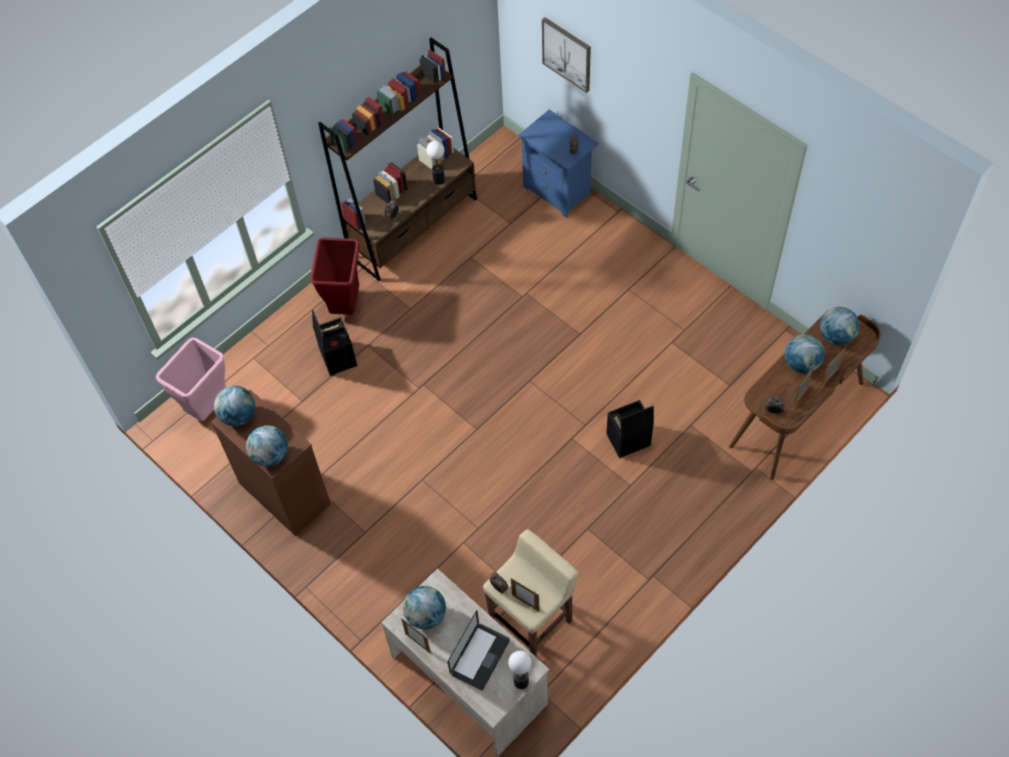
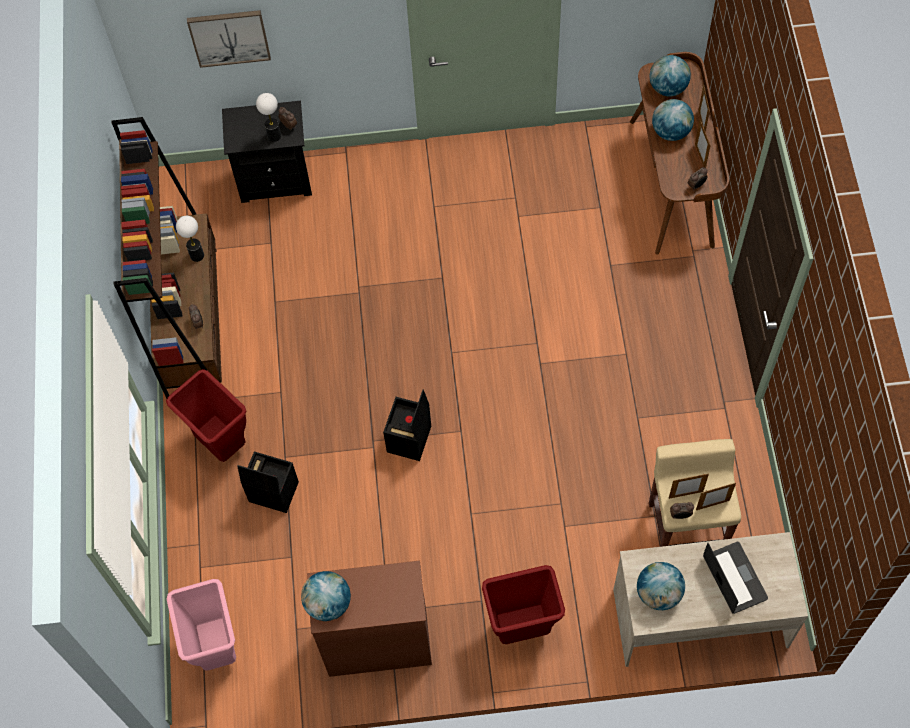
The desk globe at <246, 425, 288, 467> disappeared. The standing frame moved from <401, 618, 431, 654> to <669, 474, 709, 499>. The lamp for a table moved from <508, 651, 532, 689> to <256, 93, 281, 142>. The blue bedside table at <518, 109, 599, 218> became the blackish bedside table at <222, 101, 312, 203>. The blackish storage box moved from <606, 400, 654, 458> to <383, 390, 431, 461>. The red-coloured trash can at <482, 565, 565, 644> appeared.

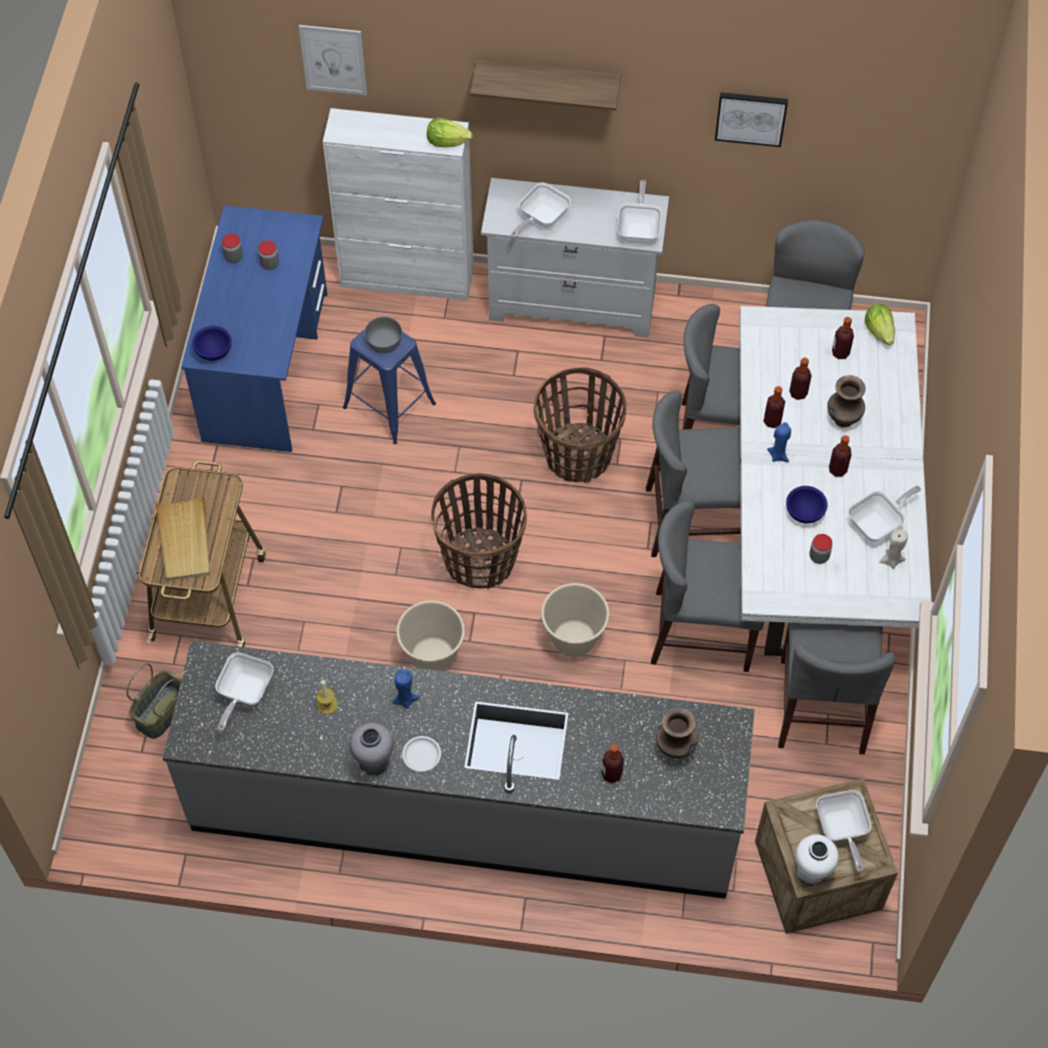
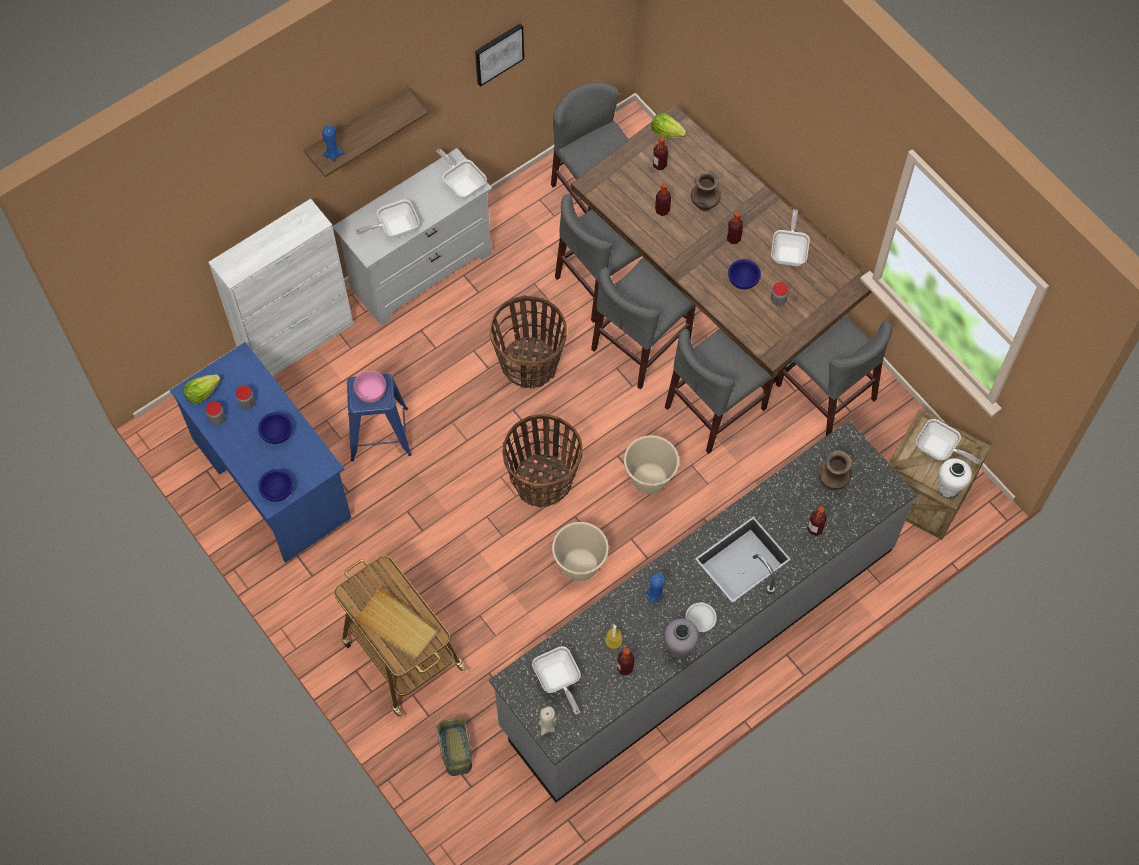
The picture at <299, 25, 367, 95> disappeared. The grey bowl at <365, 317, 402, 353> became the pinkish bowl at <354, 371, 386, 403>. The head of lettuce moved from <427, 118, 473, 147> to <183, 374, 221, 404>. The pan at <511, 182, 571, 238> turned 75 degrees clockwise. The white kitchen table at <739, 306, 932, 656> became the brownish kitchen table at <571, 104, 872, 390>. The drink bottle moved from <763, 386, 785, 428> to <617, 648, 635, 676>. The blue wax candle moved from <767, 422, 791, 462> to <322, 125, 344, 161>. The beige wax candle moved from <879, 529, 908, 569> to <538, 706, 557, 736>. The blue bowl at <258, 412, 292, 444> appeared.

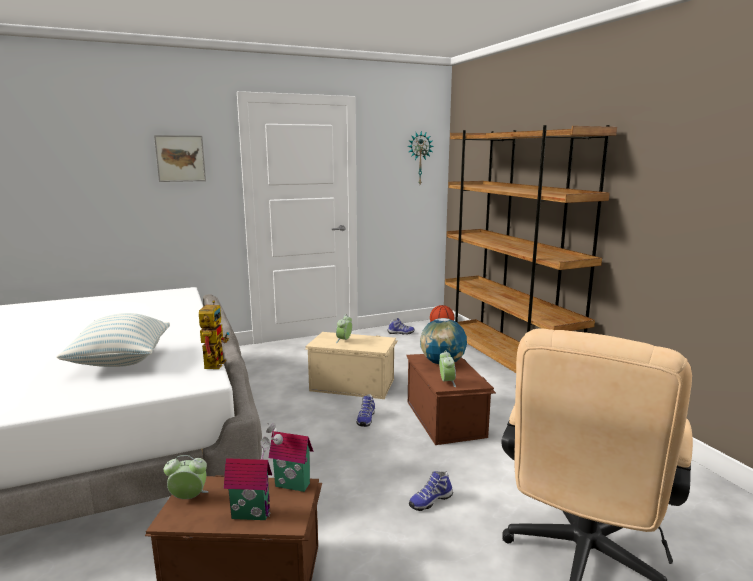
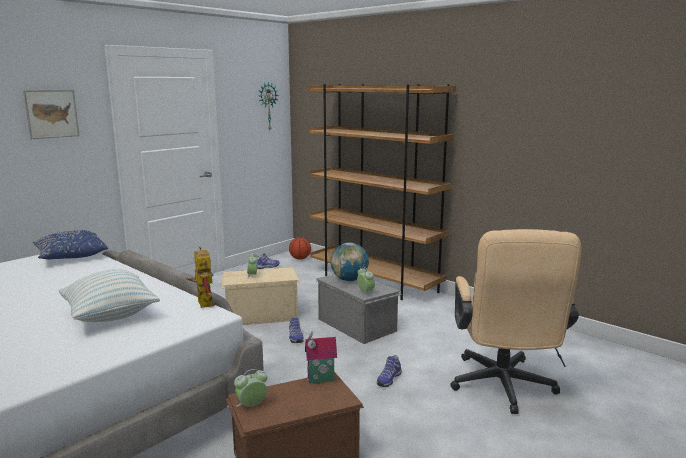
The miniature house at <224, 437, 272, 520> disappeared. The brownish storage box at <406, 354, 496, 445> became the grey storage box at <316, 274, 402, 344>. The blue pillow at <33, 230, 109, 260> appeared.

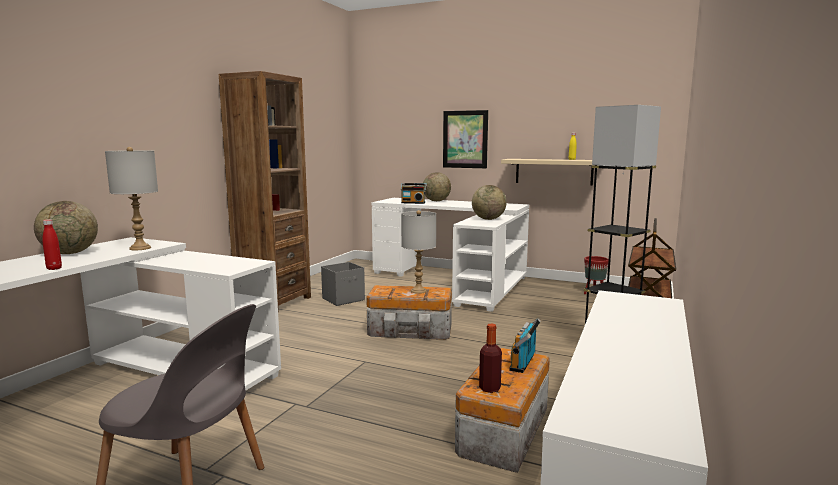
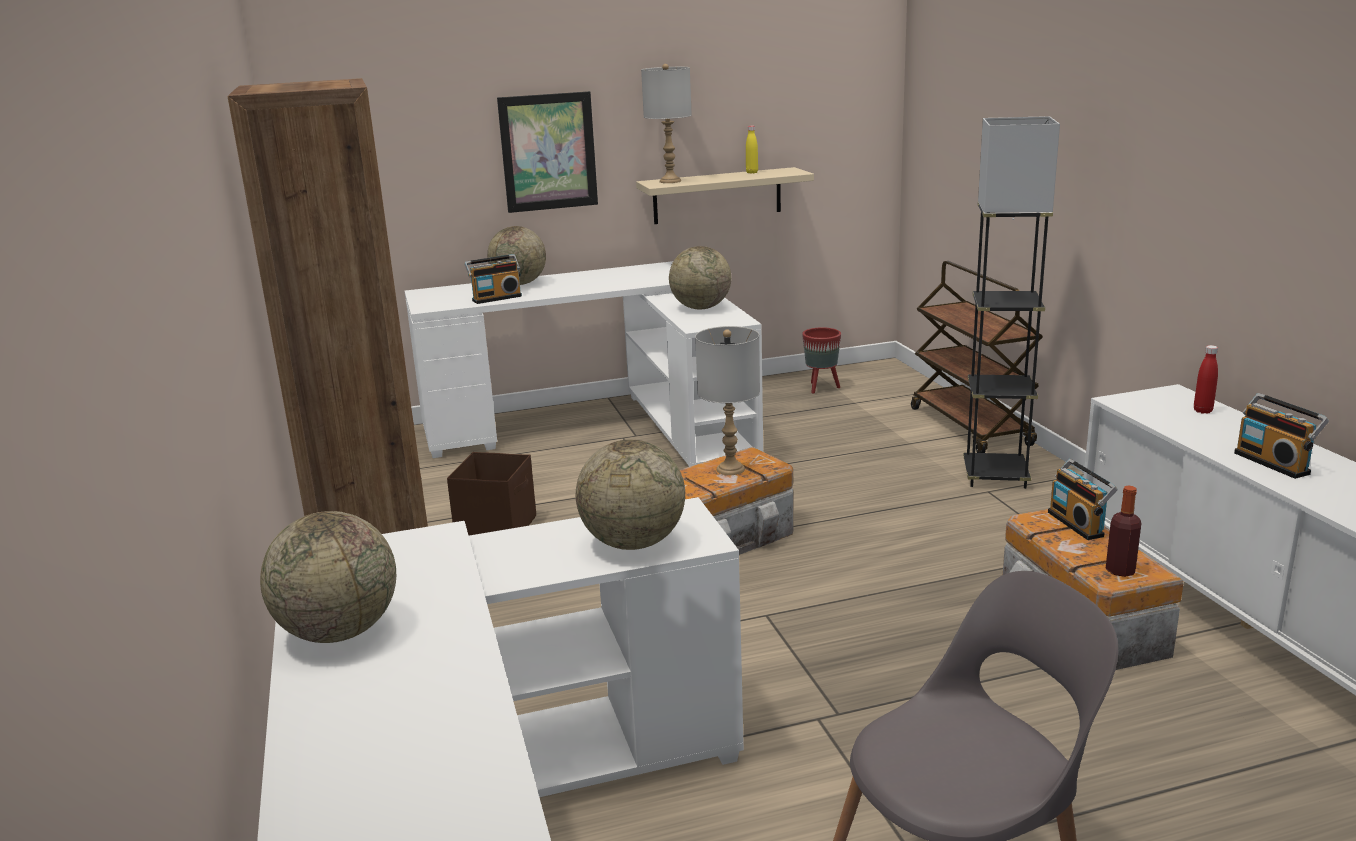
The red-coloured drink bottle moved from <43, 219, 62, 270> to <1194, 345, 1218, 414>. The grey lamp for a table moved from <105, 147, 158, 250> to <641, 64, 692, 183>. The grey storage box at <321, 262, 365, 306> became the brownish storage box at <447, 452, 536, 536>. The desk globe at <576, 440, 685, 550> appeared. The radio receiver at <1234, 393, 1329, 479> appeared.

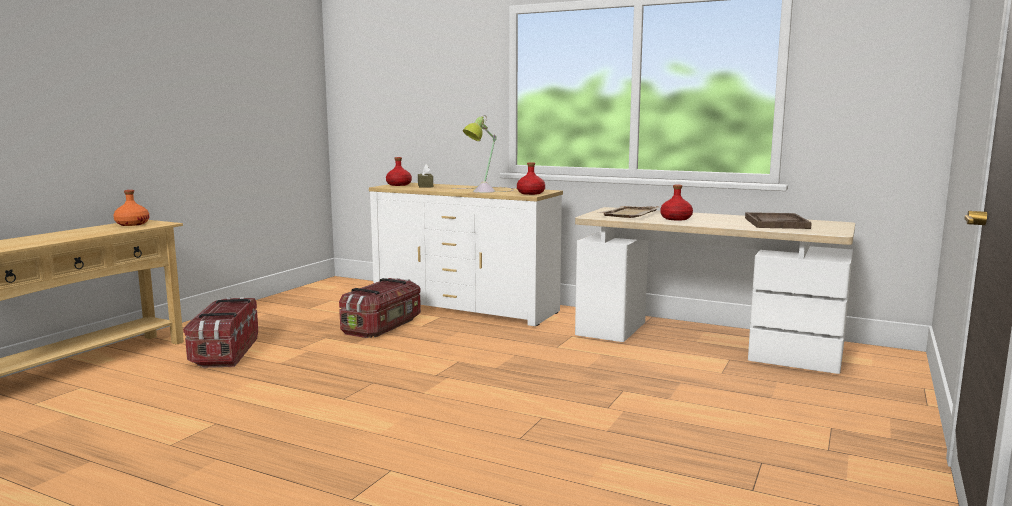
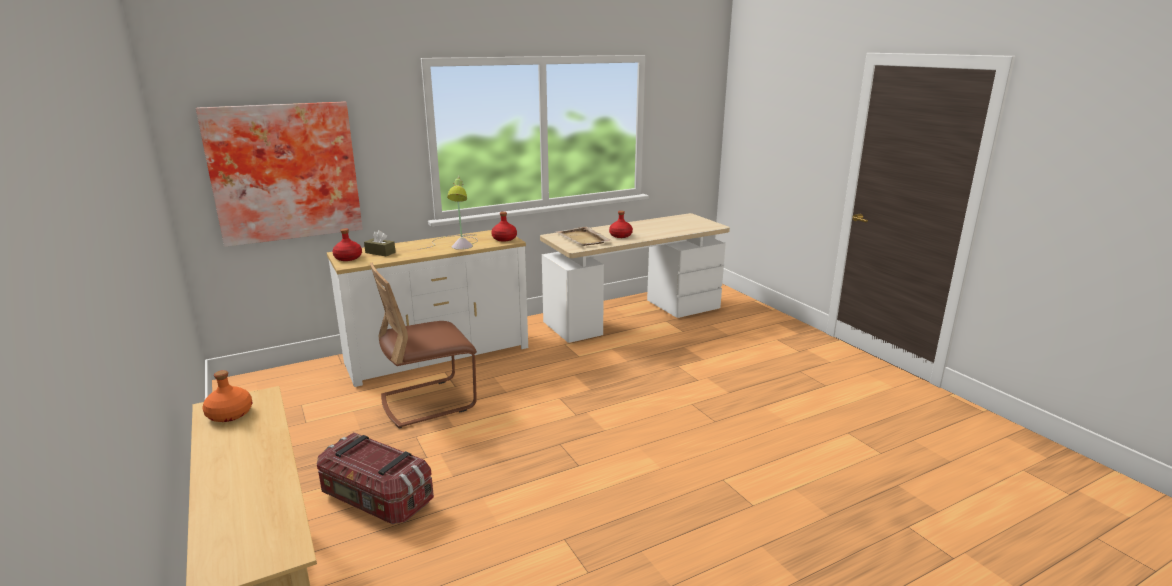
The storage box at <339, 278, 421, 338> was replaced by the brownish upright chair at <370, 263, 477, 428>. The brownish carrying tray at <745, 212, 812, 229> disappeared. The picture at <196, 101, 363, 247> appeared.

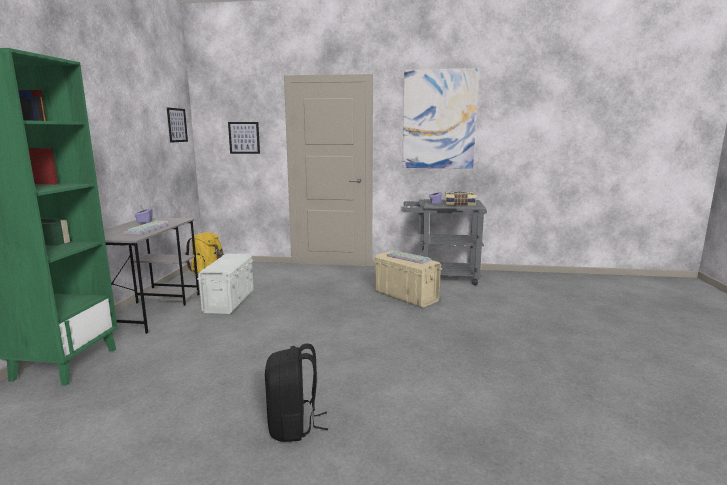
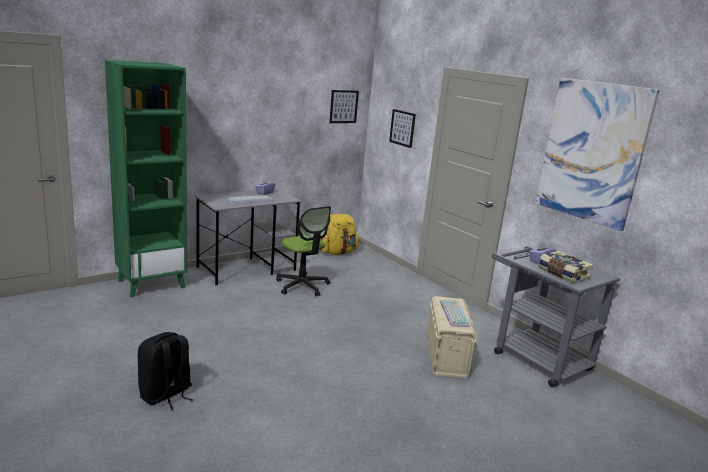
The white storage box at <197, 254, 254, 314> was replaced by the computer chair at <276, 206, 331, 296>.

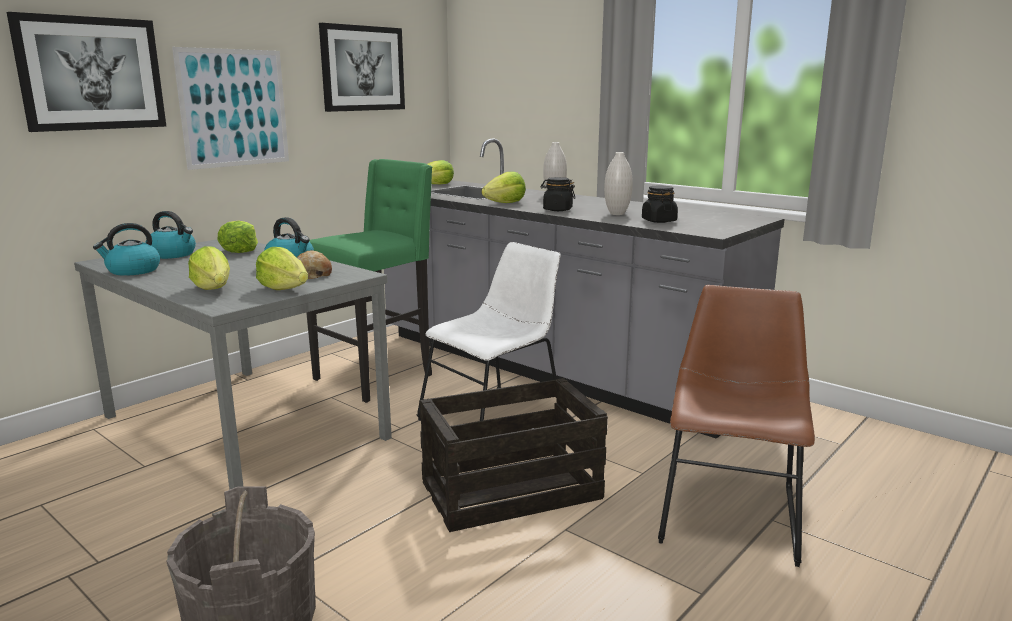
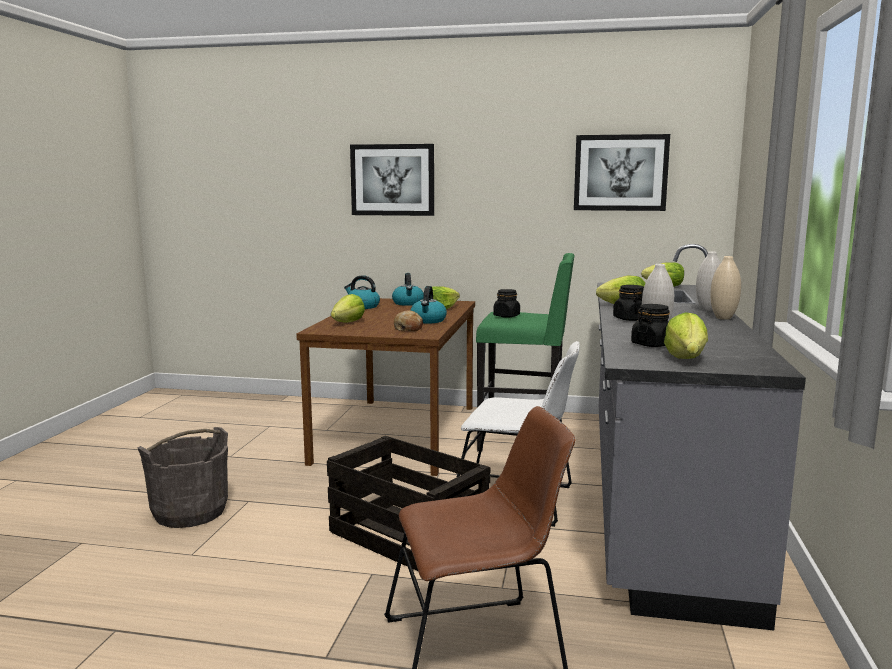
The grey kitchen table at <74, 240, 392, 490> became the brownish kitchen table at <296, 298, 475, 476>. The picture at <172, 47, 289, 170> disappeared. The head of lettuce moved from <256, 247, 308, 290> to <664, 312, 708, 359>. The blackish jar at <493, 289, 520, 318> appeared. The beige vase at <710, 256, 741, 320> appeared.

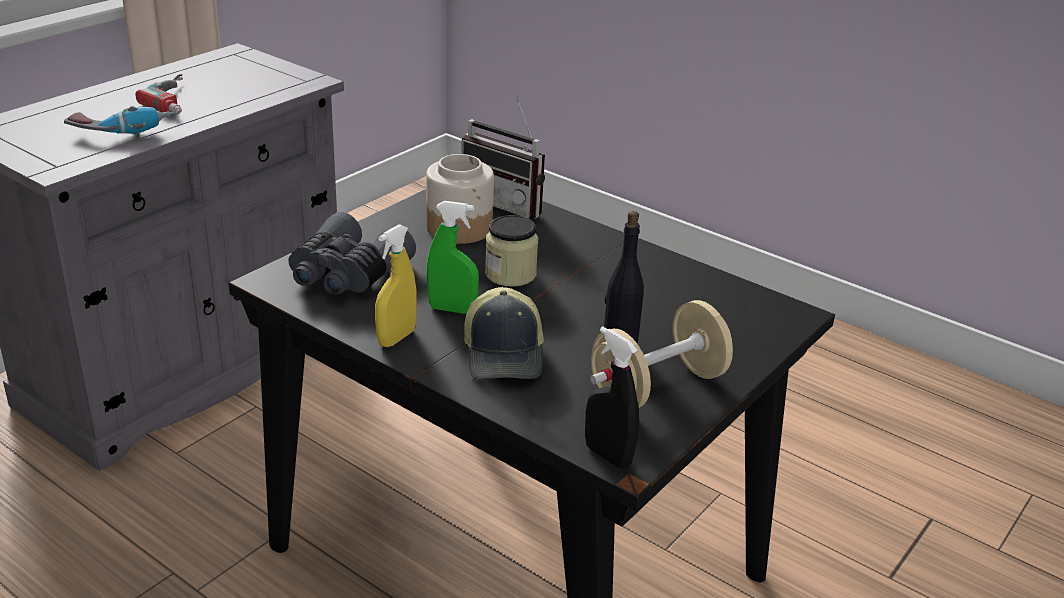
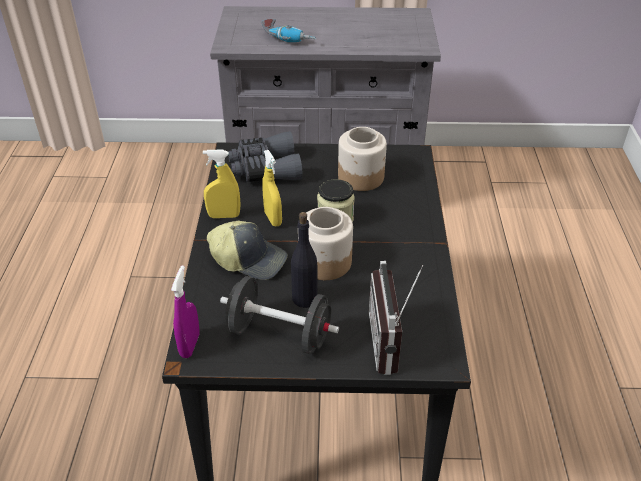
The power drill at <135, 74, 183, 113> disappeared. The green spray bottle at <426, 201, 479, 314> became the yellowish spray bottle at <262, 150, 282, 226>. The radio receiver moved from <462, 97, 545, 220> to <369, 261, 423, 375>. The peaked cap at <464, 287, 544, 380> turned 120 degrees counterclockwise. The blackish spray bottle at <585, 326, 639, 468> became the purple spray bottle at <171, 265, 200, 358>. The beige free weight at <590, 300, 733, 408> became the blackish free weight at <220, 276, 339, 354>. The jar at <306, 207, 353, 280> appeared.

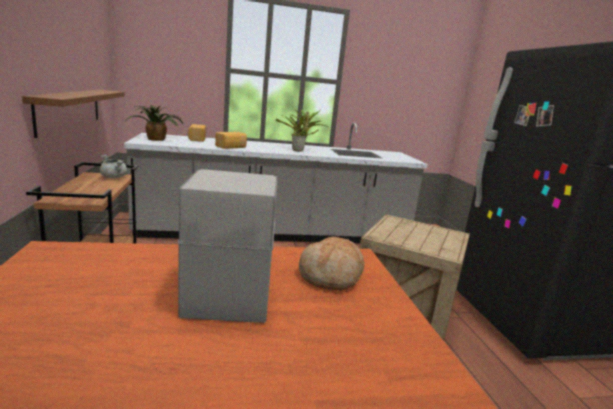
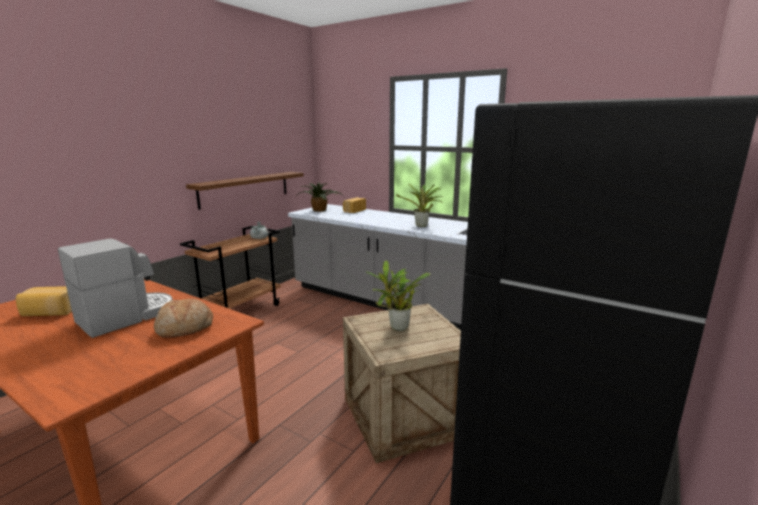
The baked bread moved from <215, 132, 247, 149> to <16, 286, 72, 316>. The houseplant at <366, 261, 431, 331> appeared.

